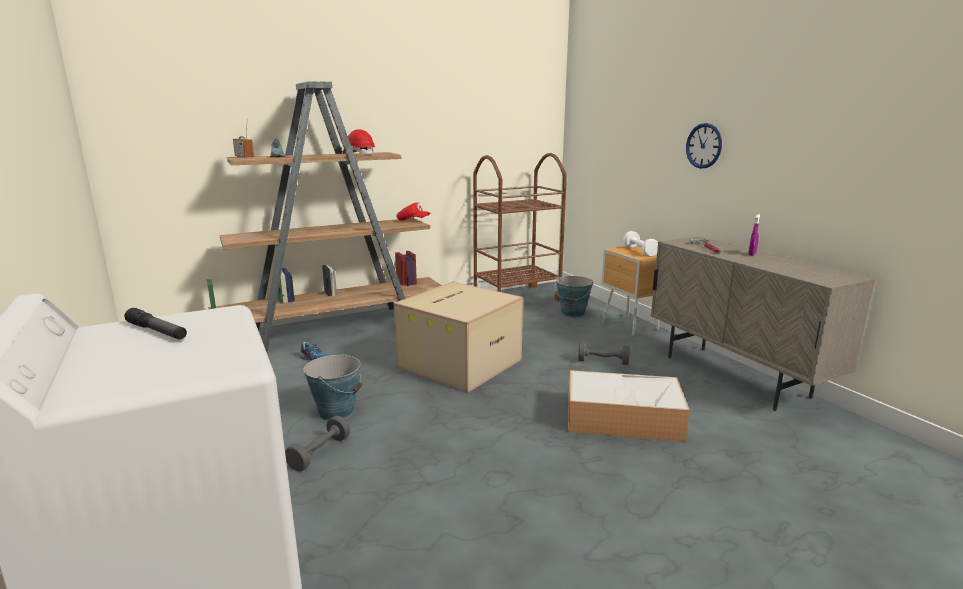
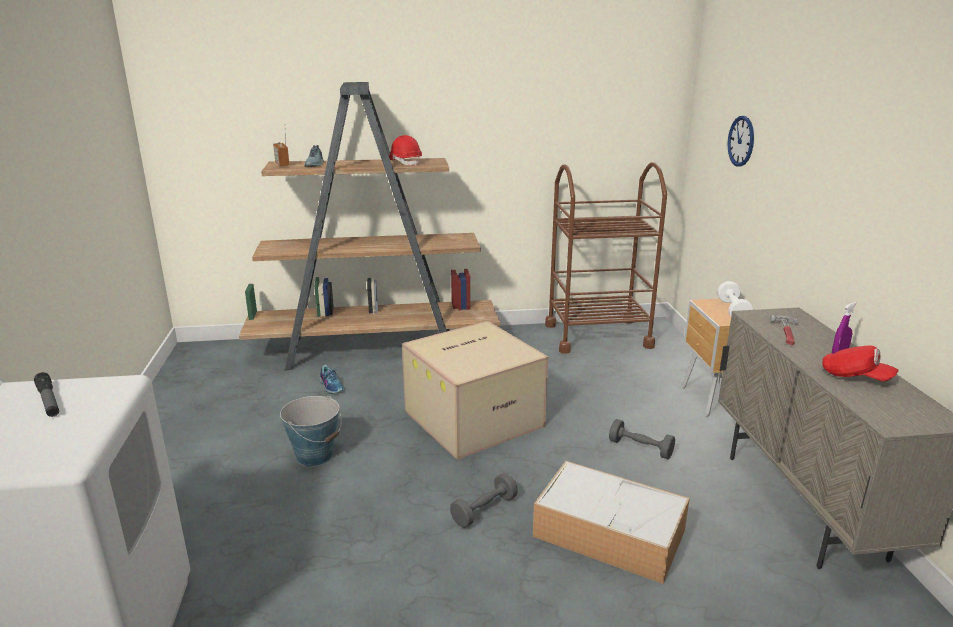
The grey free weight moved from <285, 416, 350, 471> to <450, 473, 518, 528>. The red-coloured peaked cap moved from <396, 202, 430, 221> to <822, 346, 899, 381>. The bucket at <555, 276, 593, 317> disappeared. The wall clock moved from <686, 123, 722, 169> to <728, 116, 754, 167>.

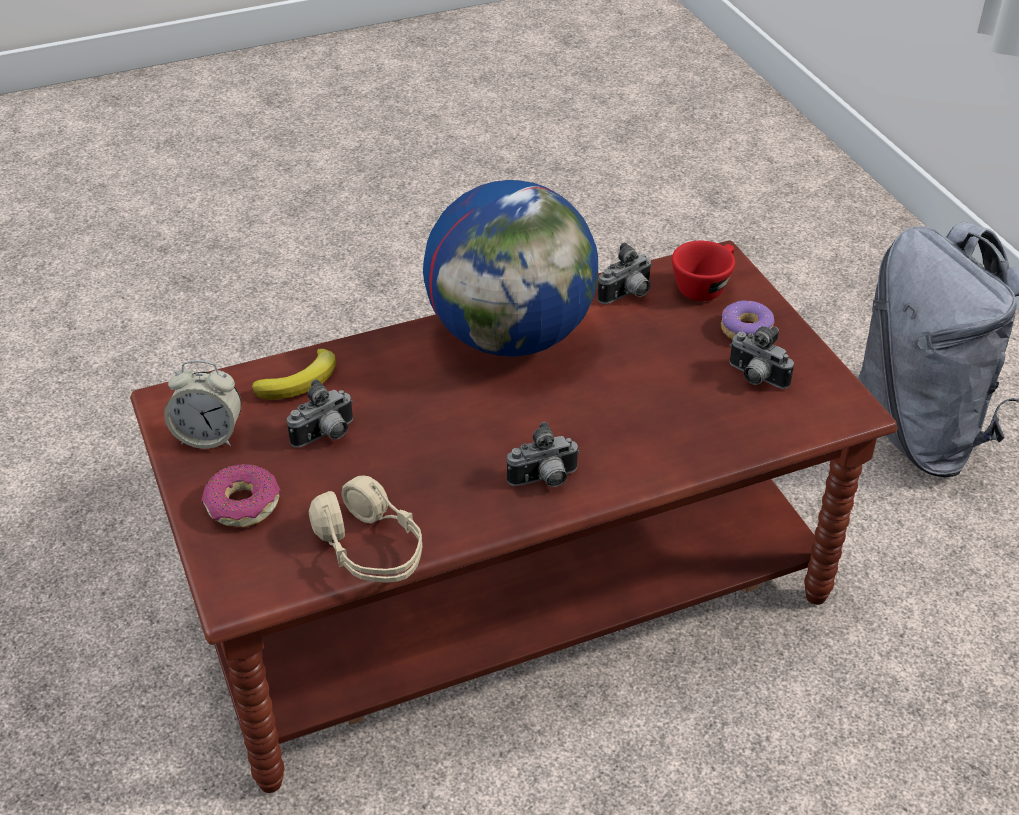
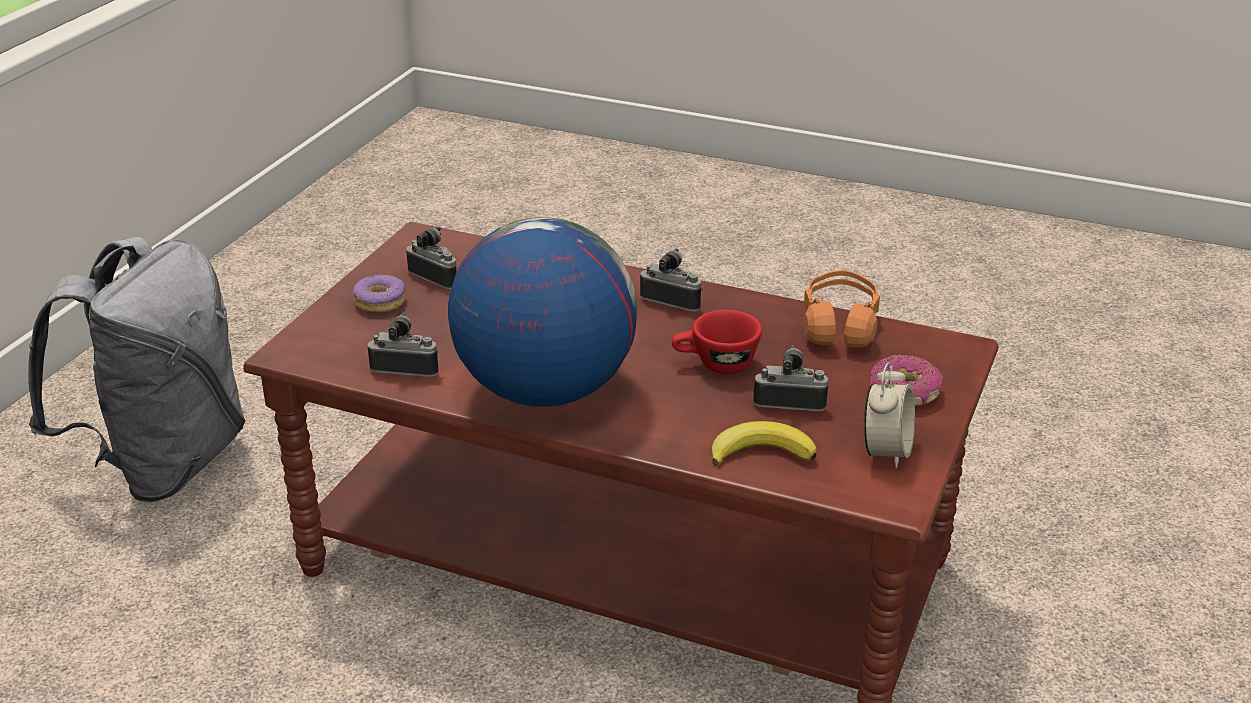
The alarm clock at <164, 360, 241, 449> turned 60 degrees clockwise. The beige headphones at <309, 475, 423, 583> became the orangey headphones at <804, 270, 880, 348>. The red-coloured cup moved from <672, 241, 735, 301> to <672, 310, 762, 374>. The still camera at <729, 326, 794, 389> turned 45 degrees counterclockwise.

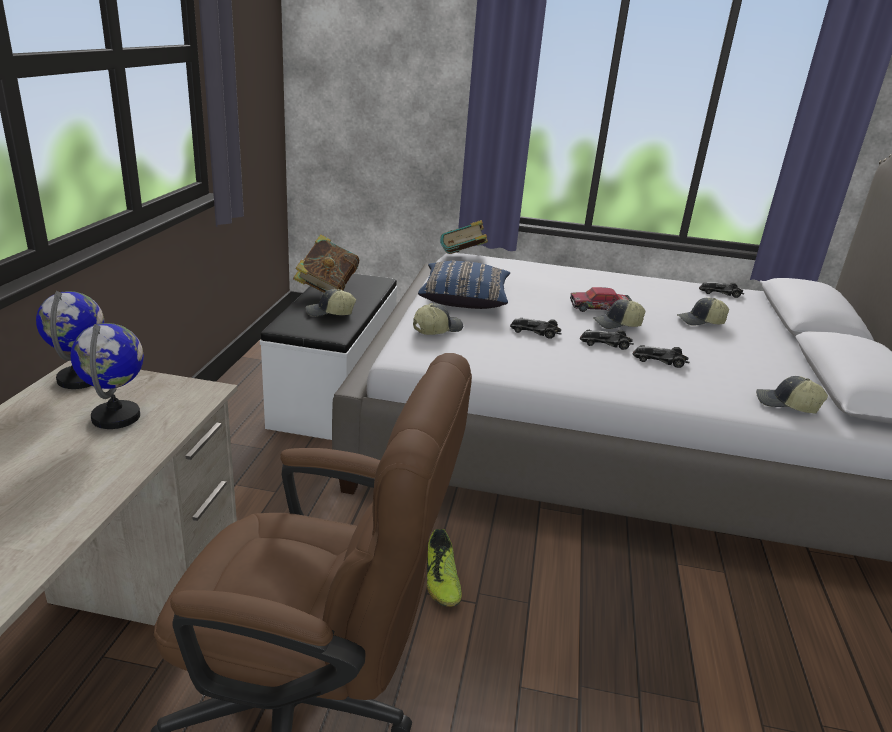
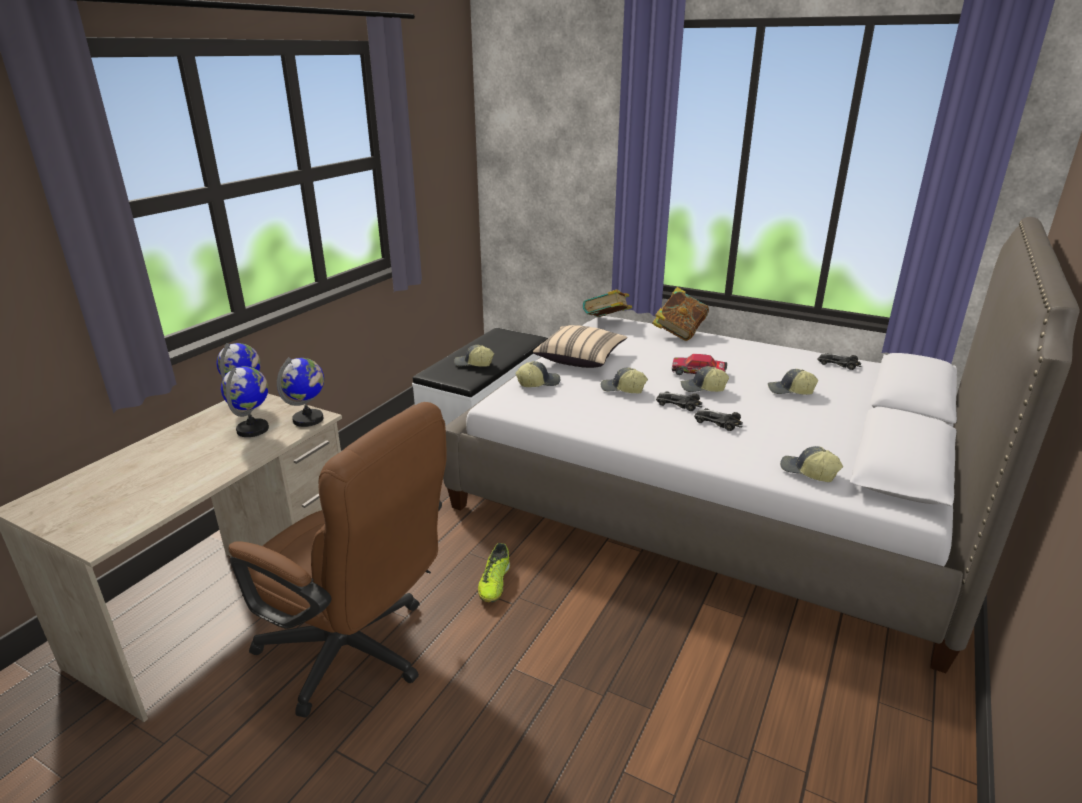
The book moved from <293, 234, 359, 292> to <652, 287, 709, 341>. The blue pillow at <418, 261, 510, 309> became the beige pillow at <533, 325, 627, 368>. The miniature car at <510, 318, 562, 338> was replaced by the peaked cap at <601, 367, 648, 393>. The desk globe at <277, 357, 324, 427> appeared.

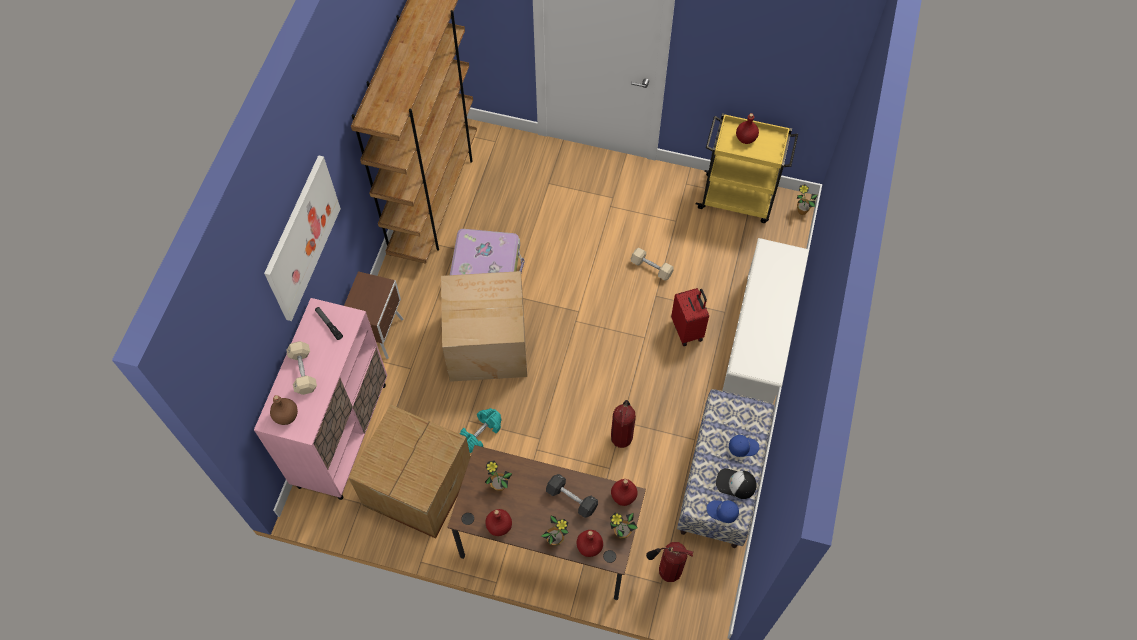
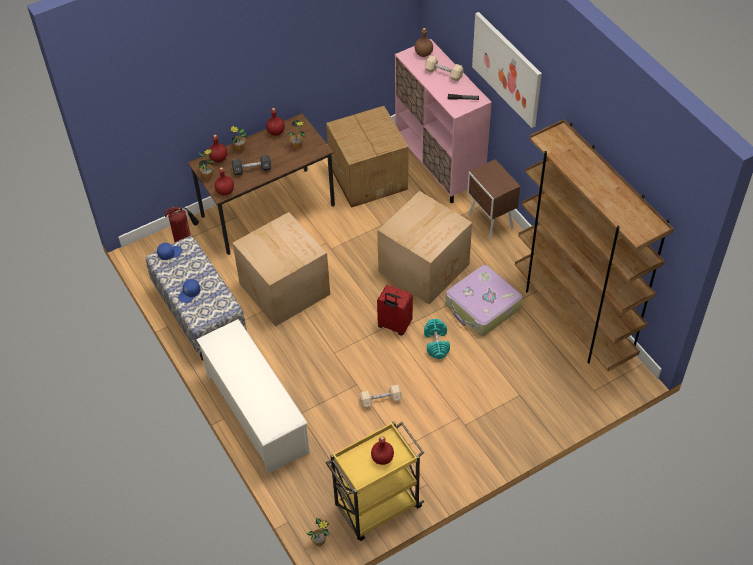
The turquoise free weight moved from <460, 408, 502, 453> to <424, 318, 450, 359>. The extinguisher at <611, 400, 636, 448> was replaced by the cardboard box at <233, 212, 330, 327>. The red-coloured suitcase moved from <671, 288, 709, 346> to <377, 285, 413, 335>. The peaked cap at <716, 468, 757, 499> disappeared.

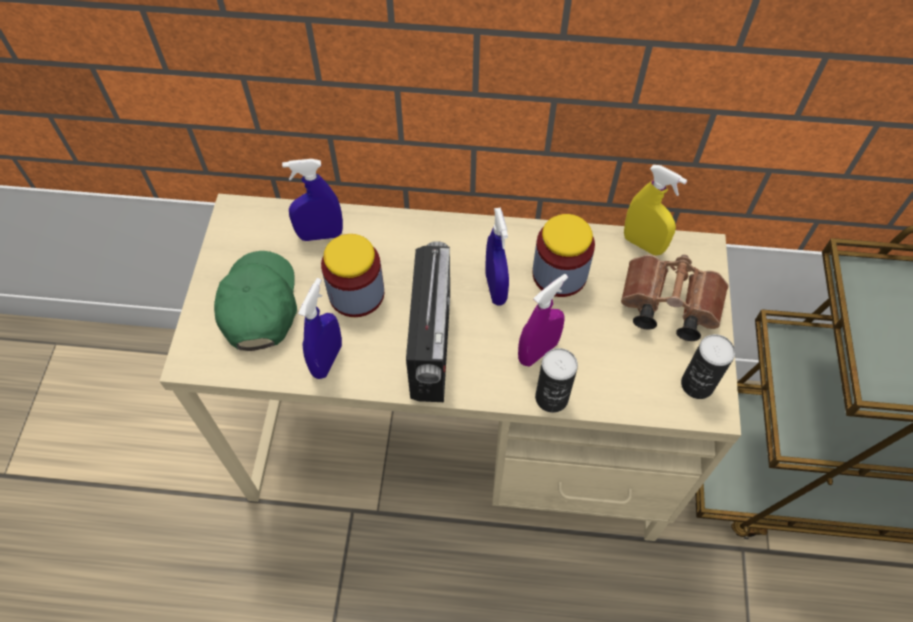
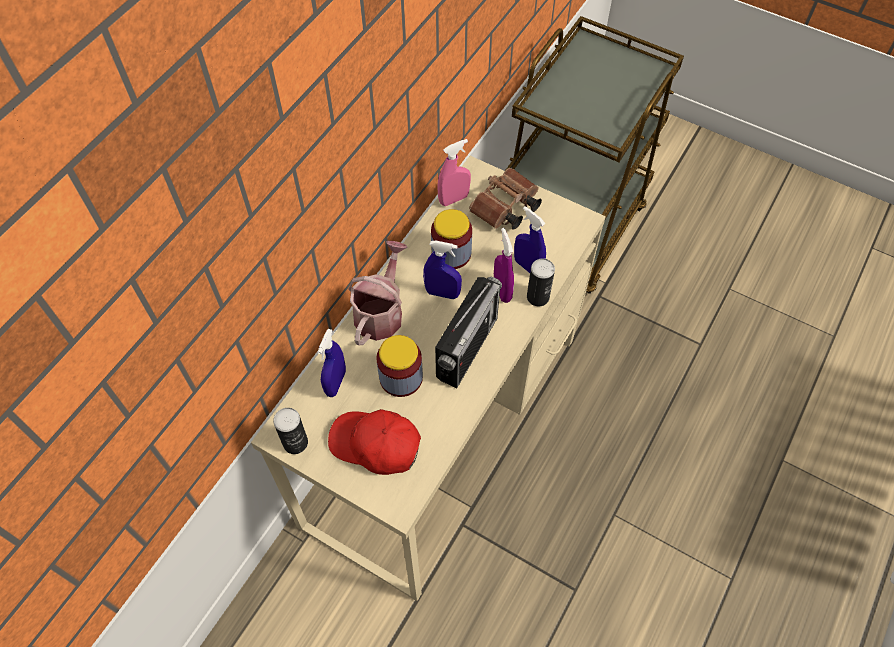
The green peaked cap at <214, 251, 297, 351> became the red-coloured peaked cap at <328, 409, 421, 475>. The blue spray bottle moved from <298, 278, 342, 379> to <514, 206, 546, 273>. The radio receiver at <406, 241, 450, 402> turned 90 degrees clockwise. The yellowish spray bottle at <624, 165, 687, 256> became the pinkish spray bottle at <437, 139, 471, 206>. The can moved from <681, 334, 735, 399> to <273, 408, 308, 454>. The watering can at <348, 241, 408, 345> appeared.

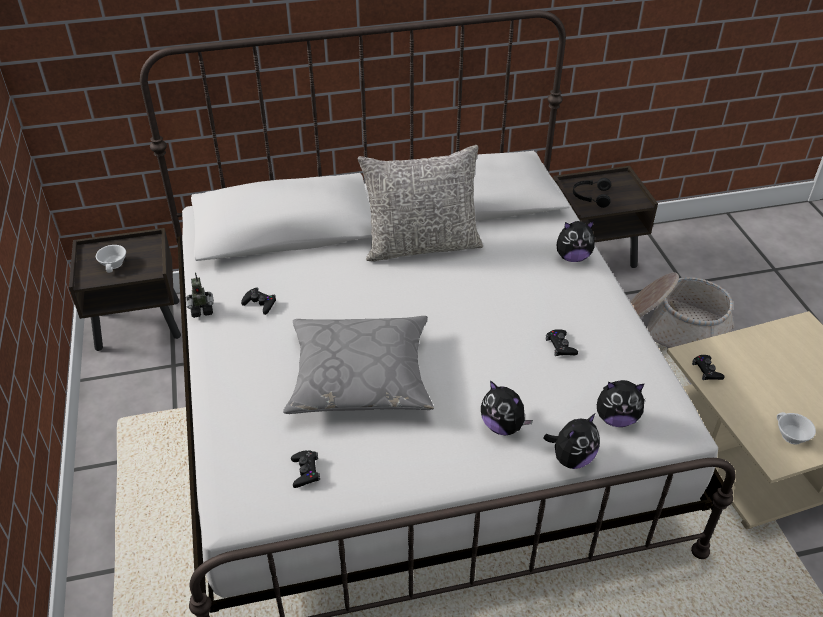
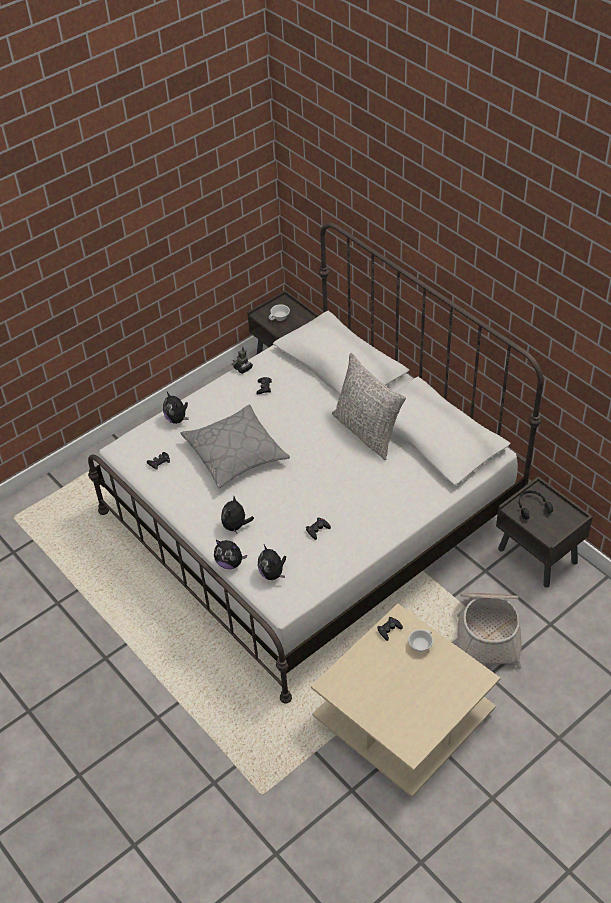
The cuddly toy moved from <557, 221, 595, 262> to <163, 392, 188, 424>. The white cup moved from <777, 412, 816, 444> to <408, 630, 433, 652>.

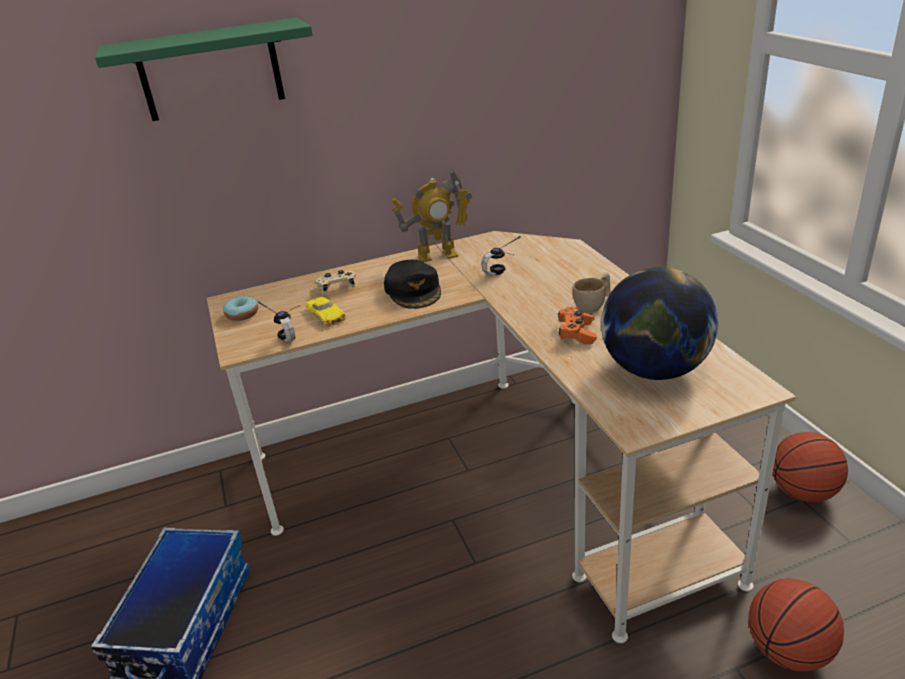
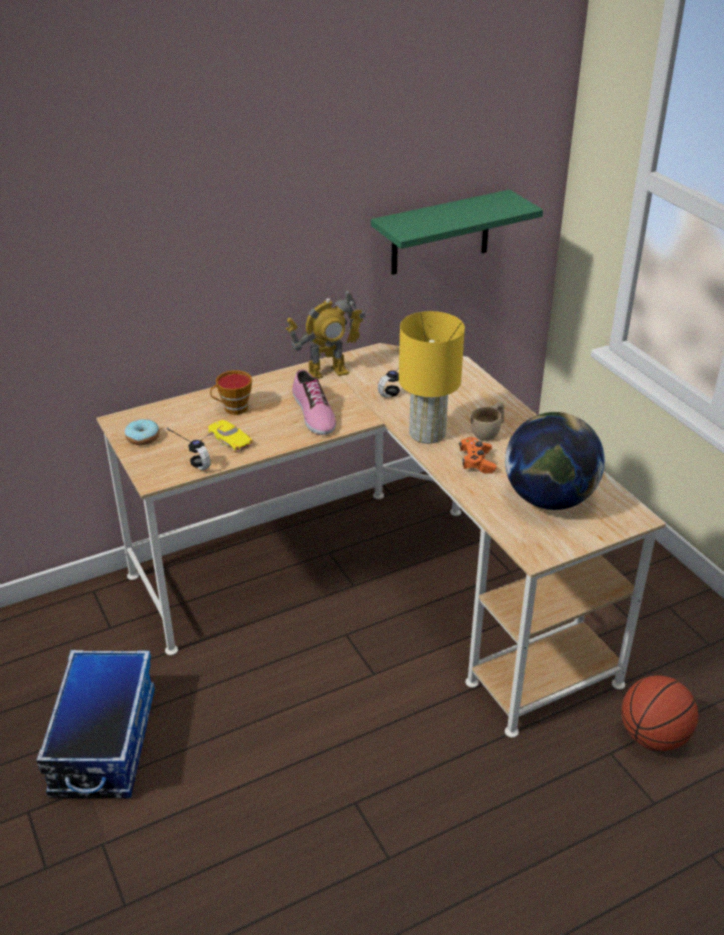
The green shelf moved from <95, 18, 313, 121> to <371, 190, 543, 275>. The beige joypad at <315, 270, 356, 294> was replaced by the cup at <210, 370, 252, 415>. The blackish peaked cap at <384, 260, 441, 309> was replaced by the shoe at <292, 369, 336, 435>. The basketball at <772, 432, 848, 502> disappeared. The yellowish lamp for a table at <399, 311, 465, 444> appeared.

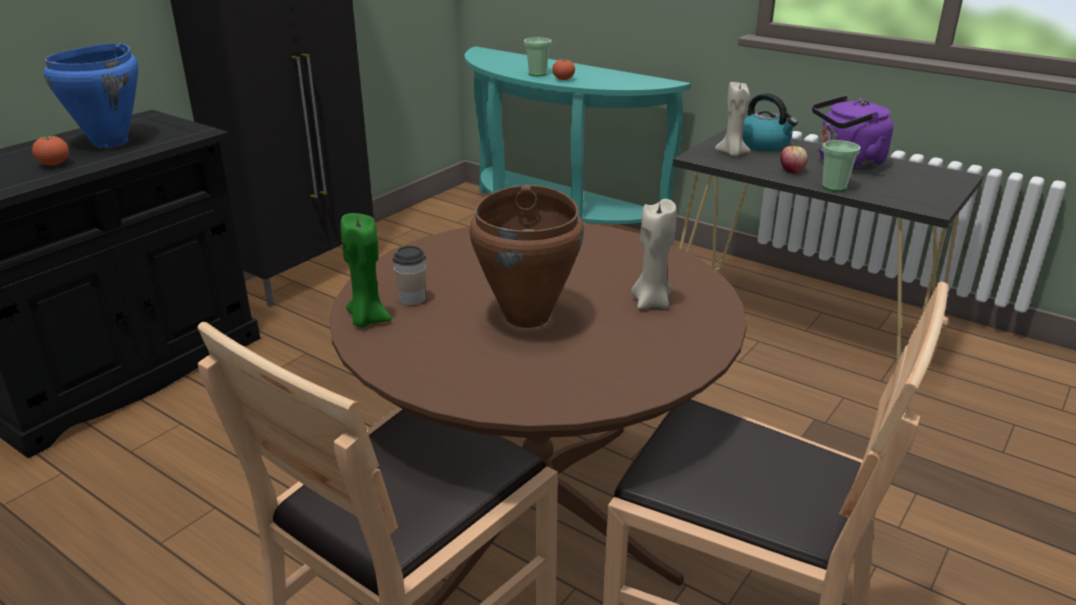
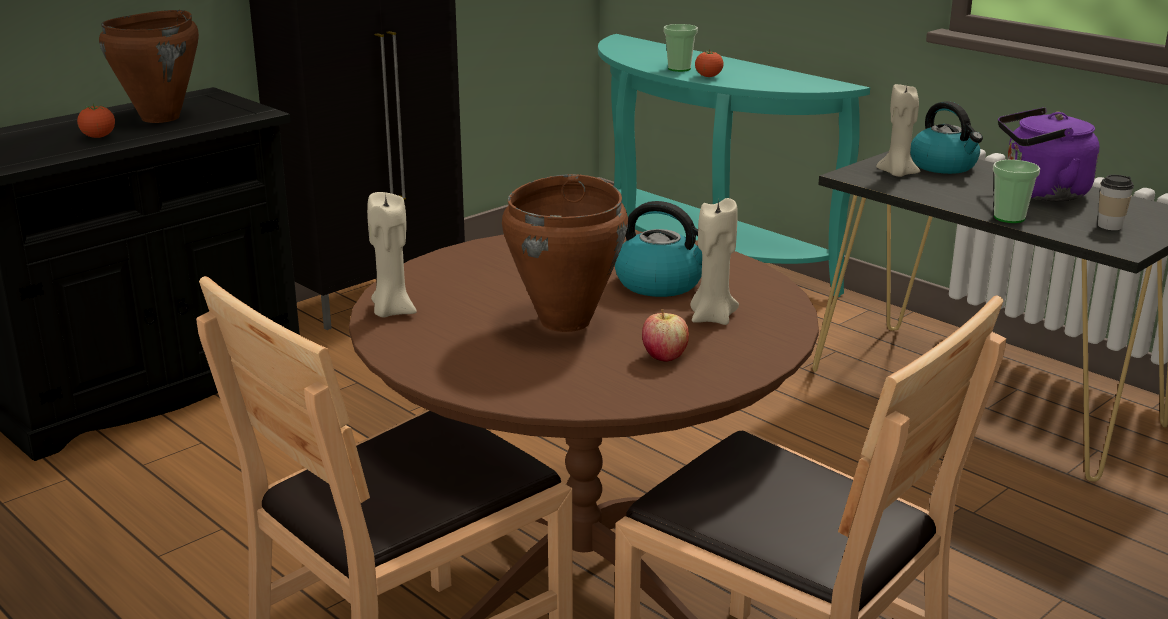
The blue stockpot at <43, 43, 138, 147> became the brownish stockpot at <99, 10, 199, 123>. The green wax candle at <341, 213, 392, 327> became the beige wax candle at <367, 192, 417, 317>. The cup moved from <392, 246, 426, 305> to <1098, 175, 1134, 230>. The apple moved from <780, 144, 808, 173> to <642, 309, 689, 362>. The tea kettle at <615, 201, 702, 297> appeared.

